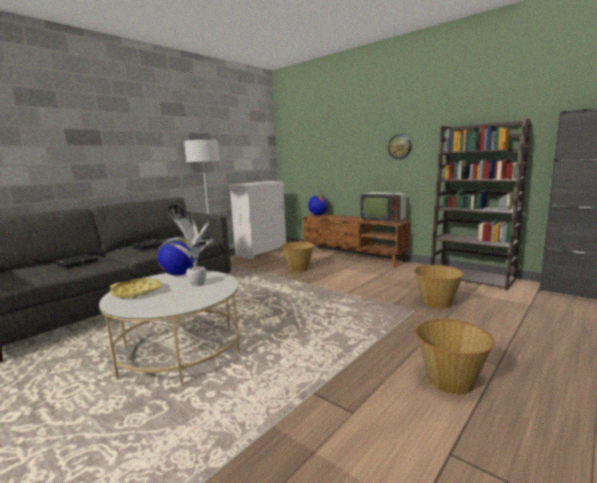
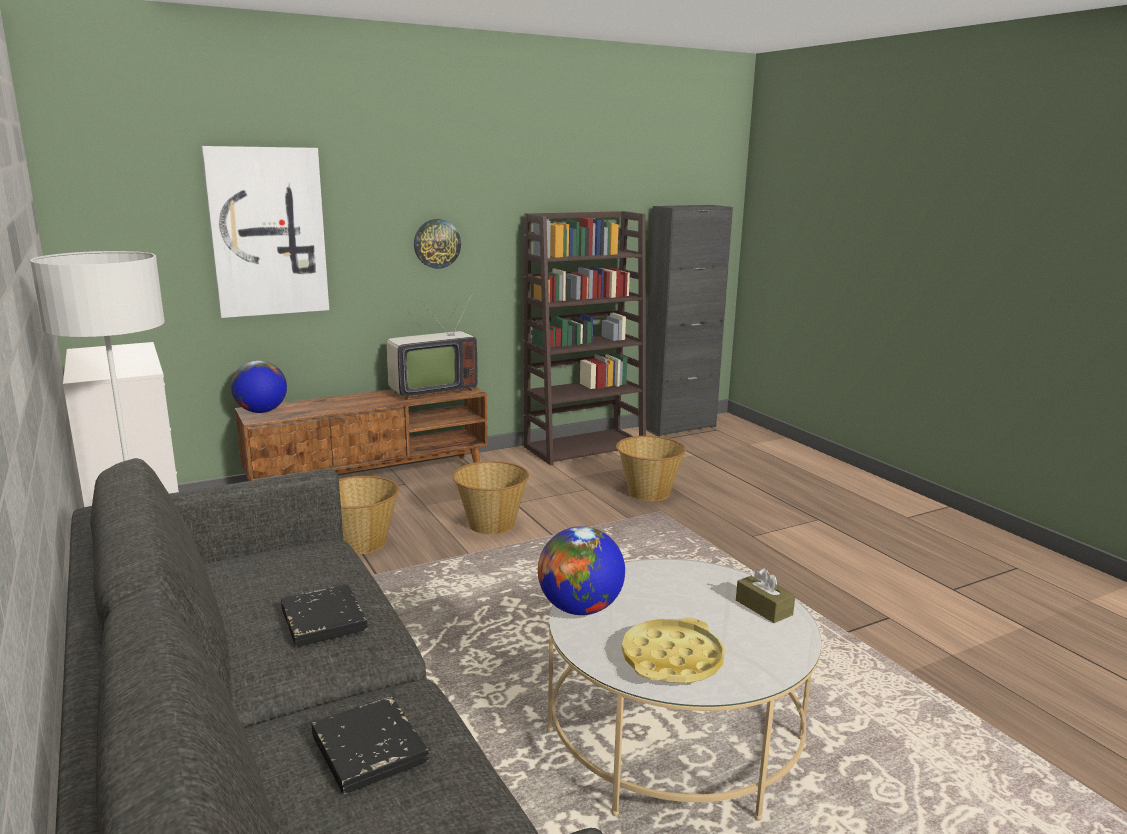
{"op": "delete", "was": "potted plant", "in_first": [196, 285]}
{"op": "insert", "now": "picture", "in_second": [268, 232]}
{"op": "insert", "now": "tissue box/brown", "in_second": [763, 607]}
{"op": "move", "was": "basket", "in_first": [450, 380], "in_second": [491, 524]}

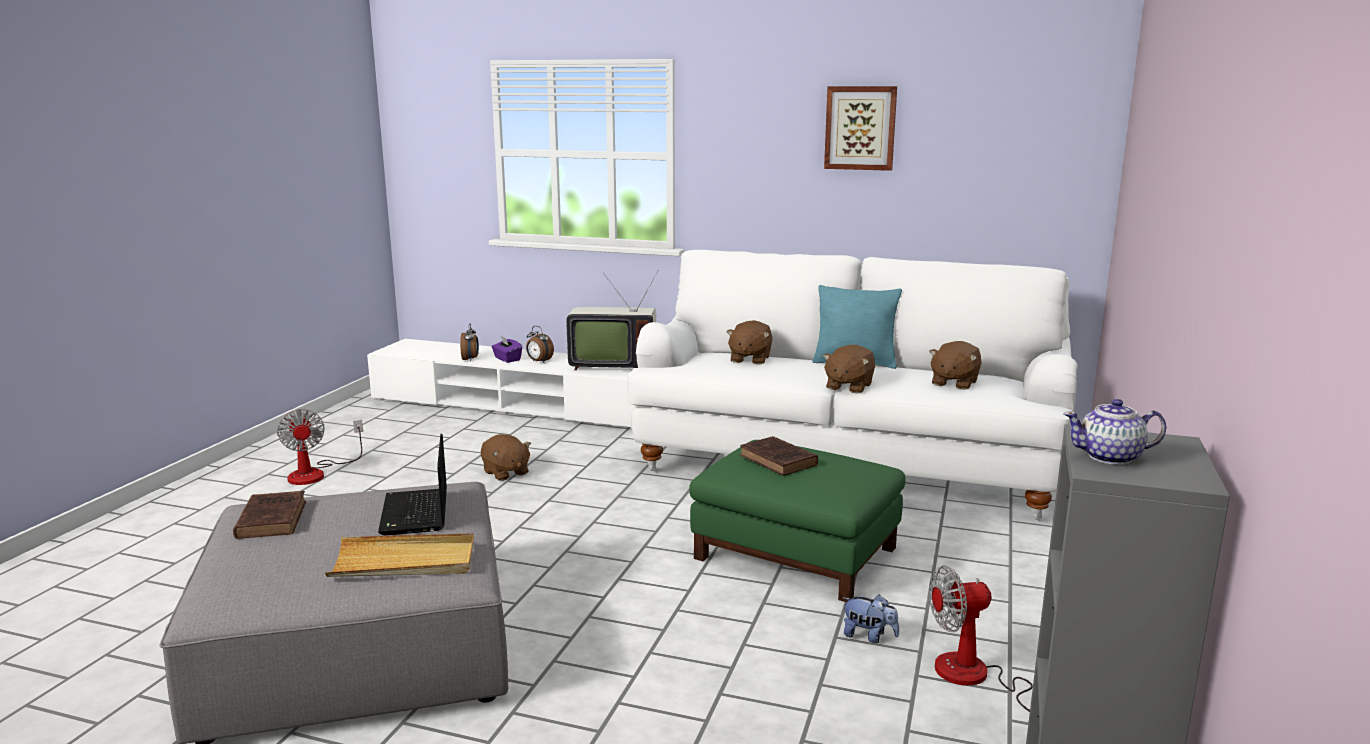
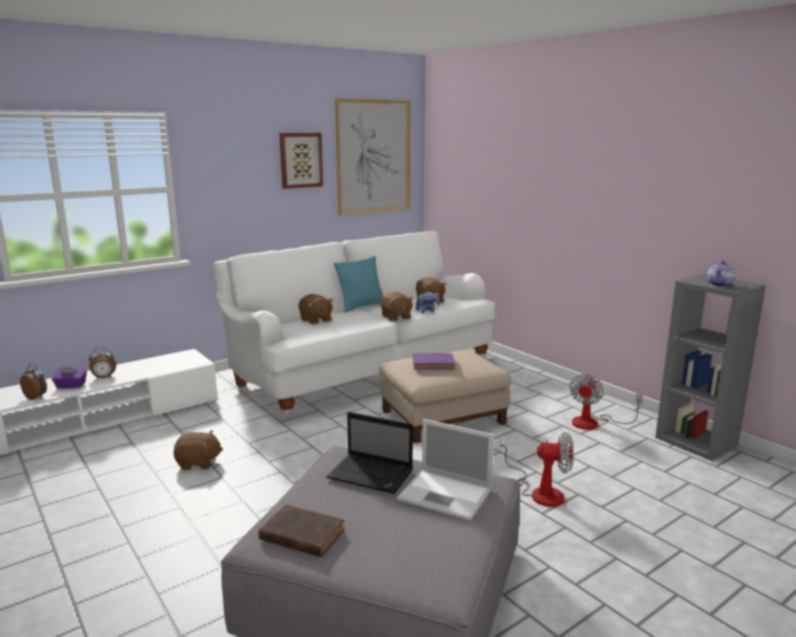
{"op": "delete", "was": "television", "in_first": [612, 365]}
{"op": "insert", "now": "picture", "in_second": [373, 157]}
{"op": "move", "was": "fan", "in_first": [316, 473], "in_second": [539, 491]}
{"op": "move", "was": "plush toy", "in_first": [869, 636], "in_second": [427, 311]}
{"op": "replace", "was": "tray/beige", "now": "laptop", "in_first": [404, 562], "in_second": [447, 494]}
{"op": "recolor", "was": "ottoman/green", "now": "ottoman/beige", "in_first": [797, 553], "in_second": [443, 416]}
{"op": "recolor", "was": "book/brown", "now": "book/purple", "in_first": [779, 461], "in_second": [434, 364]}

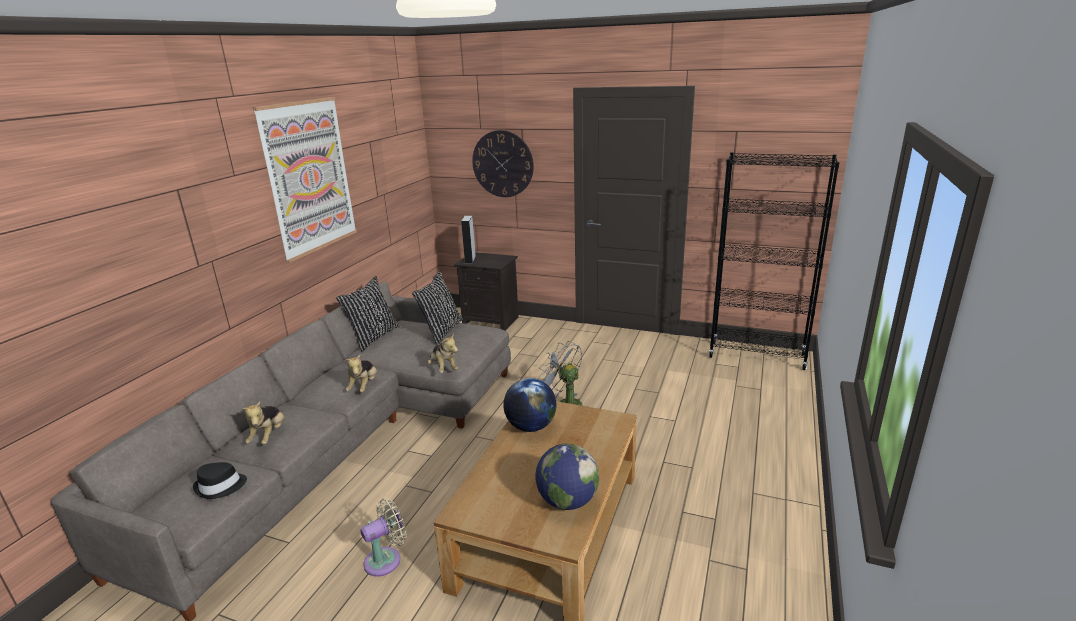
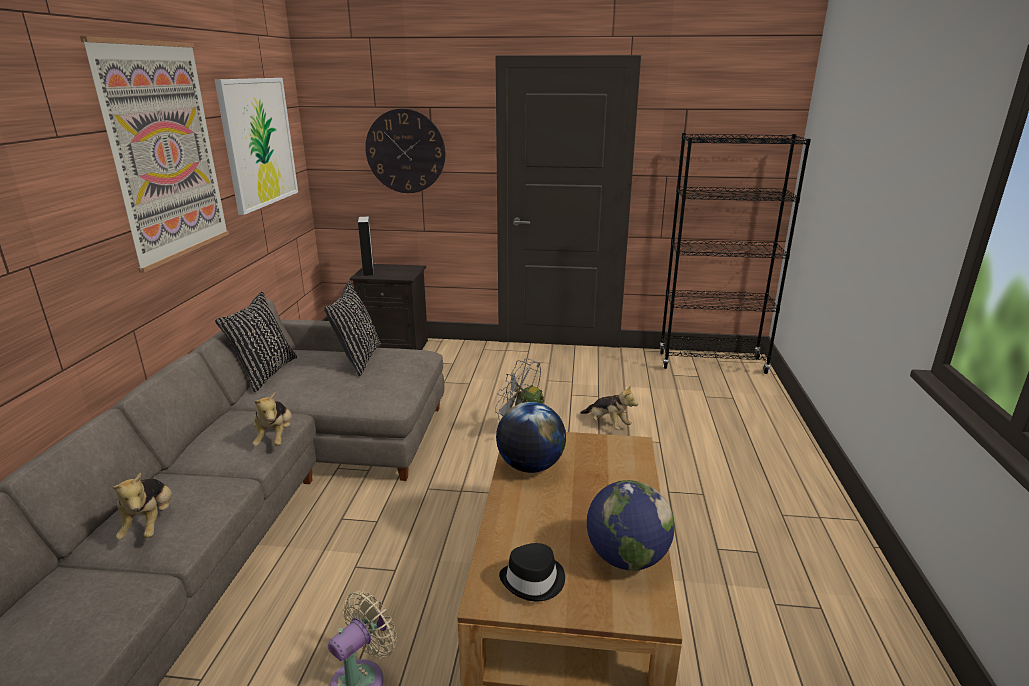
{"op": "insert", "now": "picture", "in_second": [258, 142]}
{"op": "move", "was": "hat/black", "in_first": [220, 487], "in_second": [534, 580]}
{"op": "move", "was": "plush toy", "in_first": [443, 368], "in_second": [607, 424]}

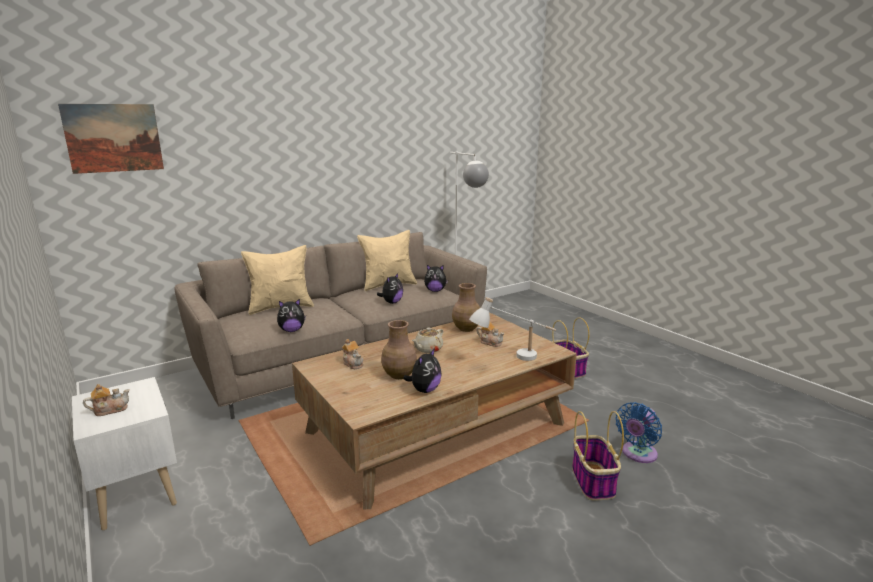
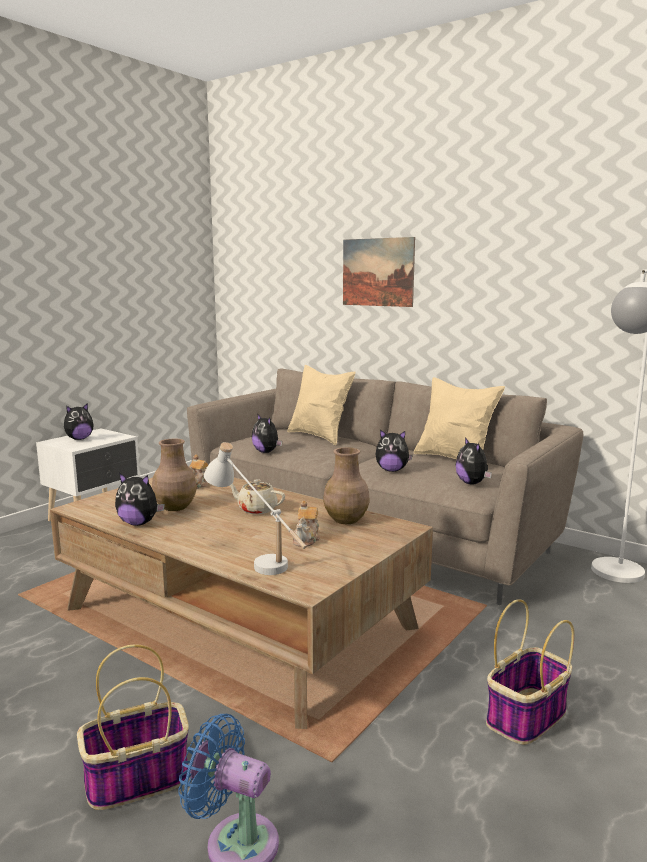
{"op": "move", "was": "picture", "in_first": [113, 138], "in_second": [377, 272]}
{"op": "replace", "was": "teapot", "now": "plush toy", "in_first": [110, 410], "in_second": [79, 439]}

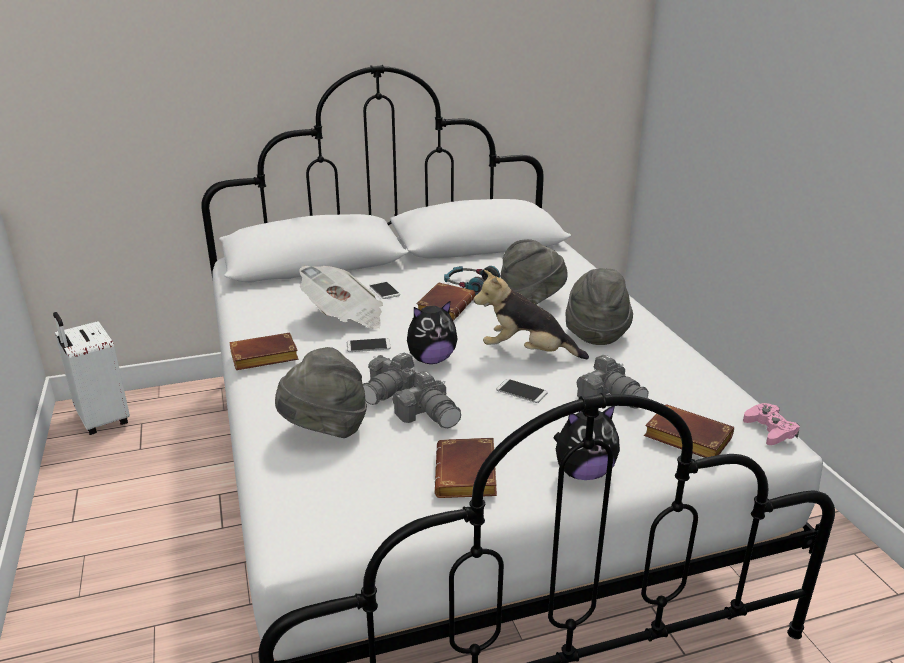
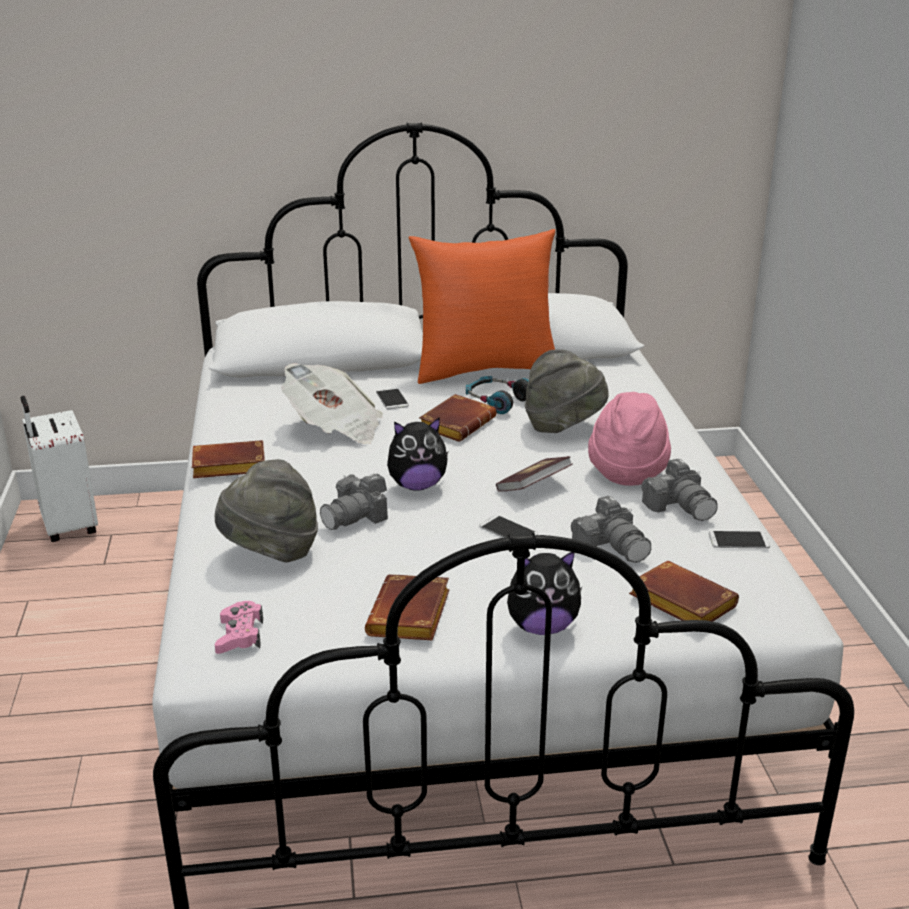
{"op": "insert", "now": "pillow/orange", "in_second": [485, 369]}
{"op": "move", "was": "phone", "in_first": [368, 346], "in_second": [739, 541]}
{"op": "move", "was": "photo camera", "in_first": [429, 415], "in_second": [680, 506]}
{"op": "move", "was": "game controller/pink", "in_first": [770, 430], "in_second": [240, 635]}
{"op": "replace", "was": "plush toy", "now": "book", "in_first": [527, 353], "in_second": [533, 487]}
{"op": "recolor", "was": "hat/grey", "now": "hat/pink", "in_first": [595, 332], "in_second": [627, 470]}

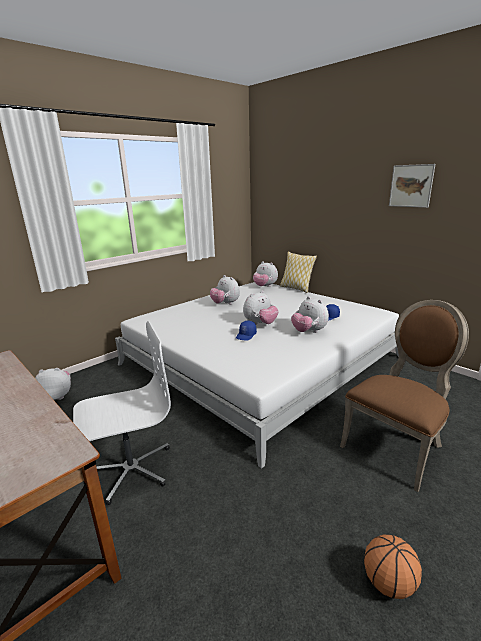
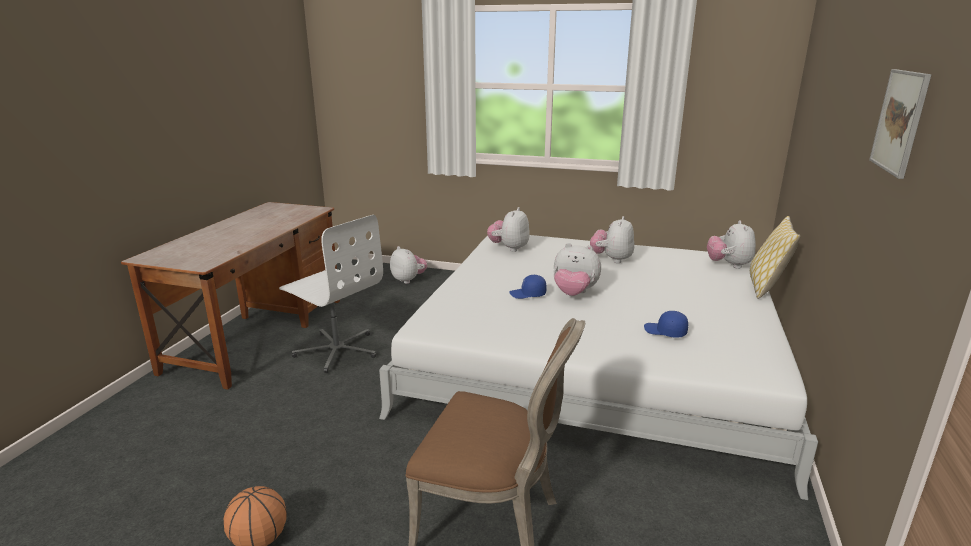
{"op": "move", "was": "plush toy", "in_first": [309, 332], "in_second": [509, 248]}

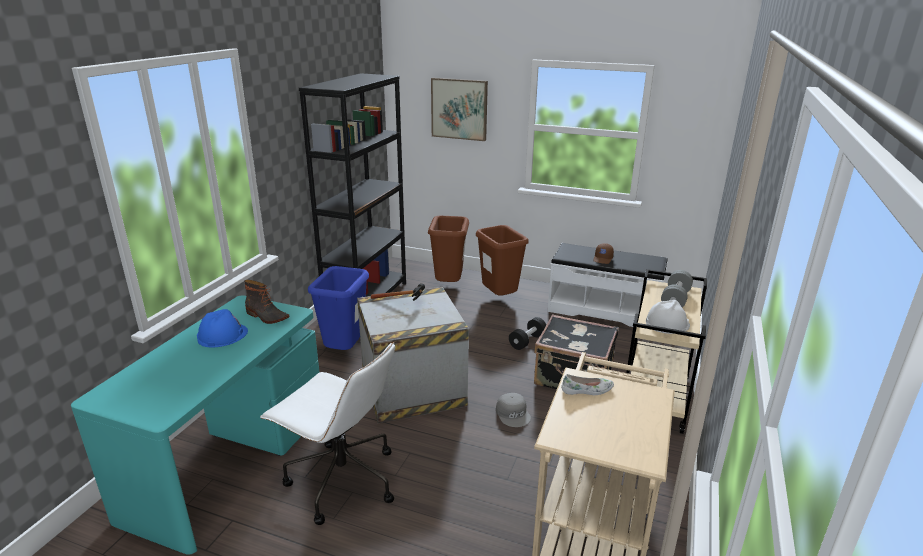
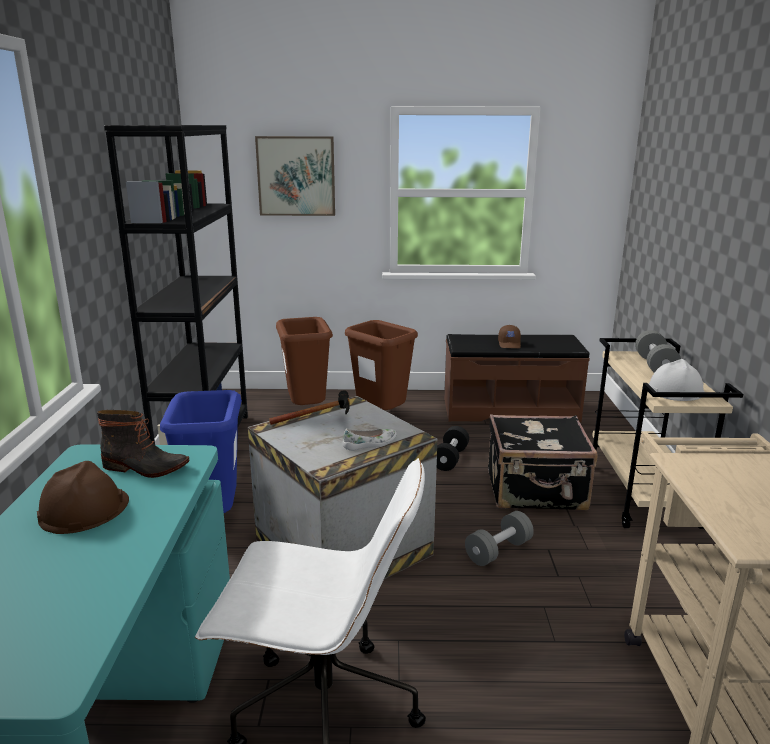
{"op": "move", "was": "shoe/white", "in_first": [587, 390], "in_second": [370, 444]}
{"op": "replace", "was": "cap/grey", "now": "dumbbell/grey", "in_first": [513, 414], "in_second": [498, 551]}
{"op": "recolor", "was": "hard hat/blue", "now": "hard hat/brown", "in_first": [222, 335], "in_second": [84, 509]}
{"op": "recolor", "was": "bench/white", "now": "bench/brown", "in_first": [603, 310], "in_second": [509, 409]}

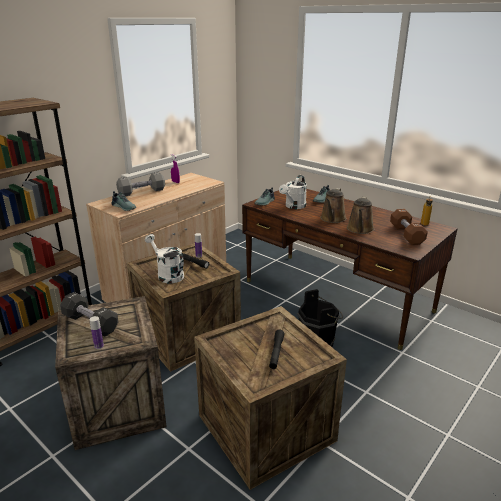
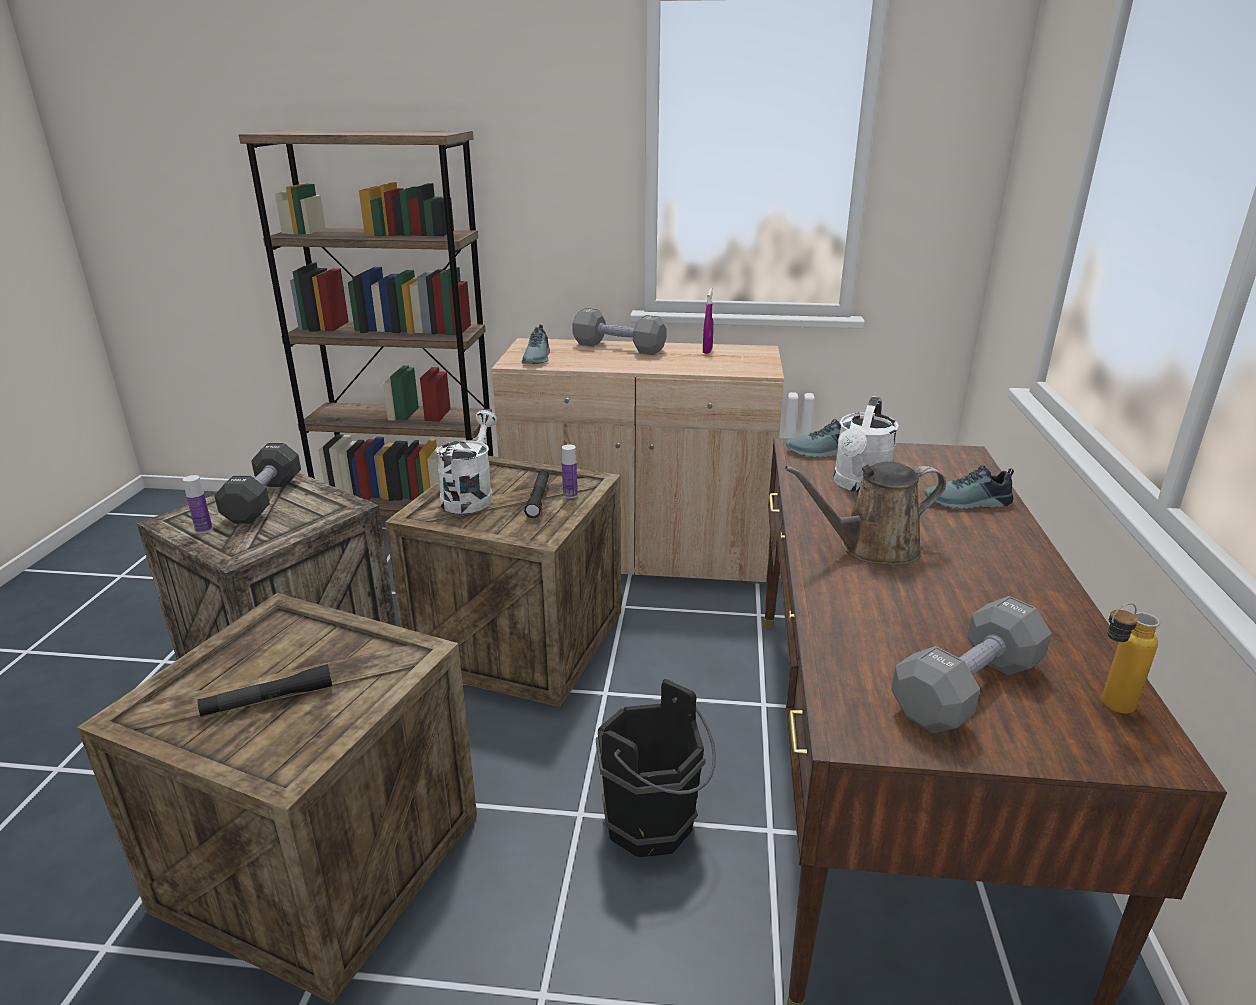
{"op": "delete", "was": "watering can/brown", "in_first": [360, 229]}
{"op": "recolor", "was": "dumbbell/brown", "now": "dumbbell/grey", "in_first": [406, 235], "in_second": [966, 689]}
{"op": "rotate", "was": "watering can/white", "in_first": [293, 206], "in_second": [859, 485], "clockwise": -60}

